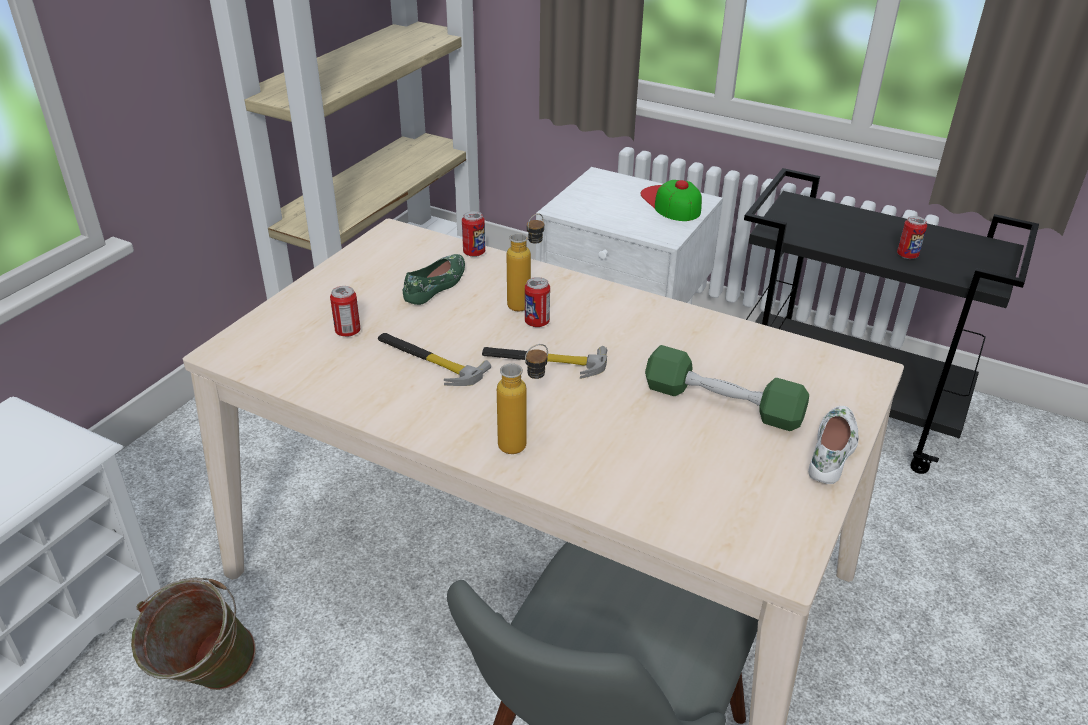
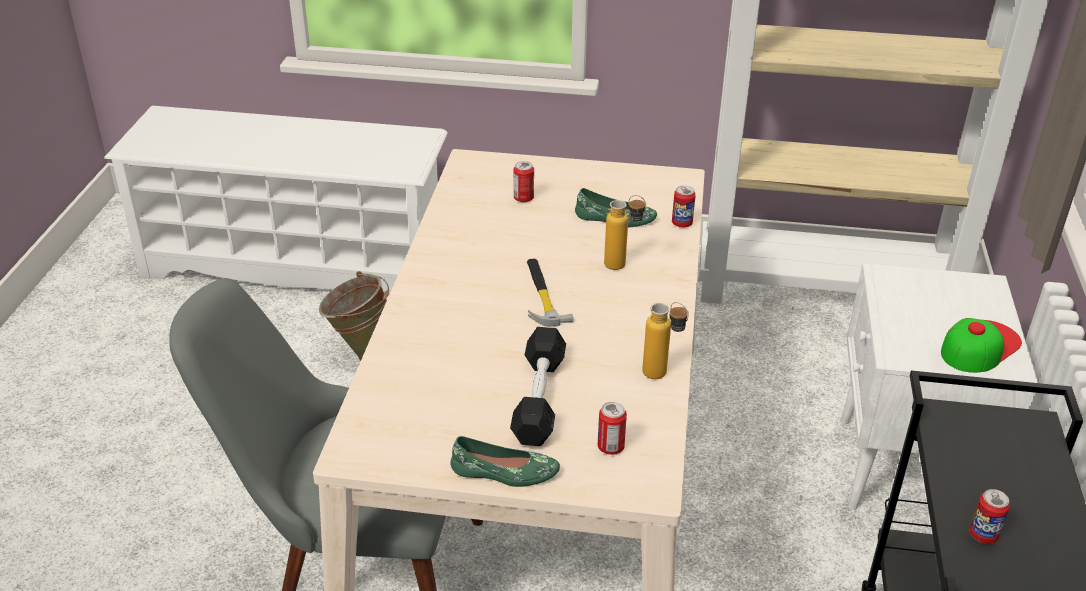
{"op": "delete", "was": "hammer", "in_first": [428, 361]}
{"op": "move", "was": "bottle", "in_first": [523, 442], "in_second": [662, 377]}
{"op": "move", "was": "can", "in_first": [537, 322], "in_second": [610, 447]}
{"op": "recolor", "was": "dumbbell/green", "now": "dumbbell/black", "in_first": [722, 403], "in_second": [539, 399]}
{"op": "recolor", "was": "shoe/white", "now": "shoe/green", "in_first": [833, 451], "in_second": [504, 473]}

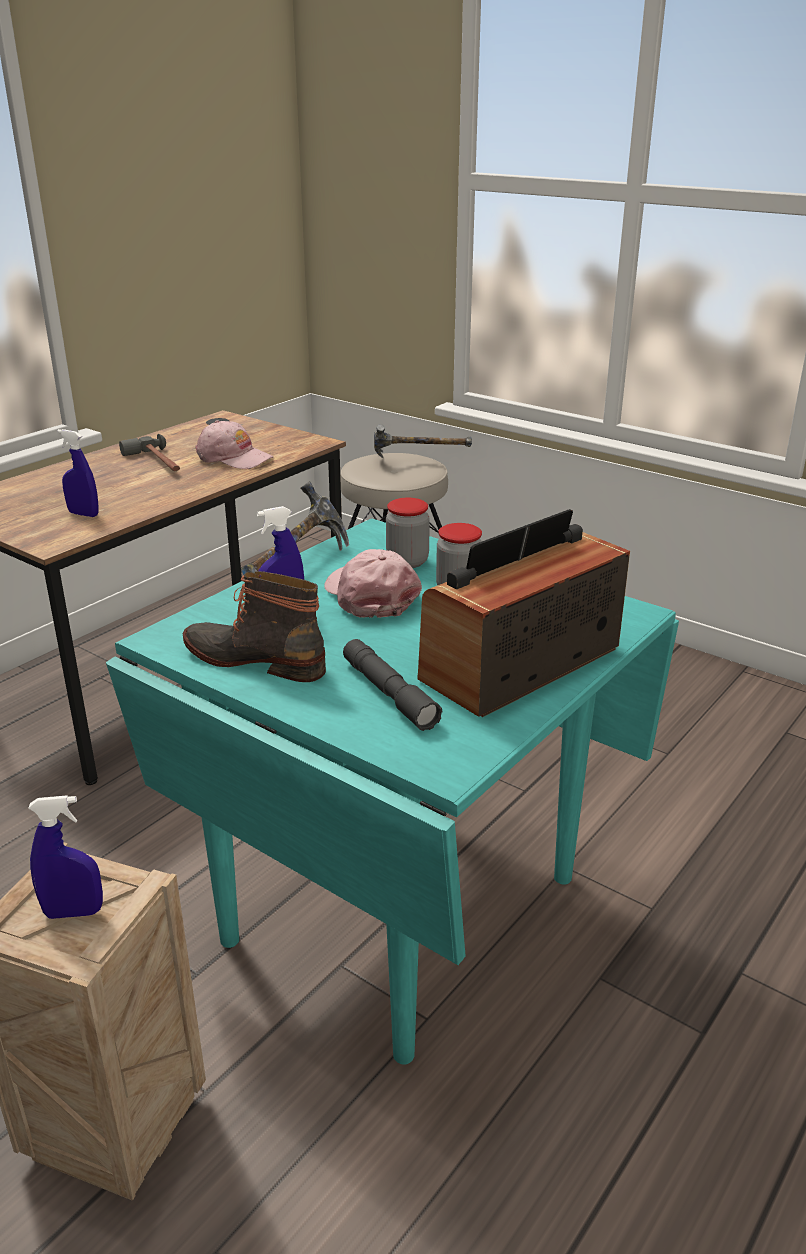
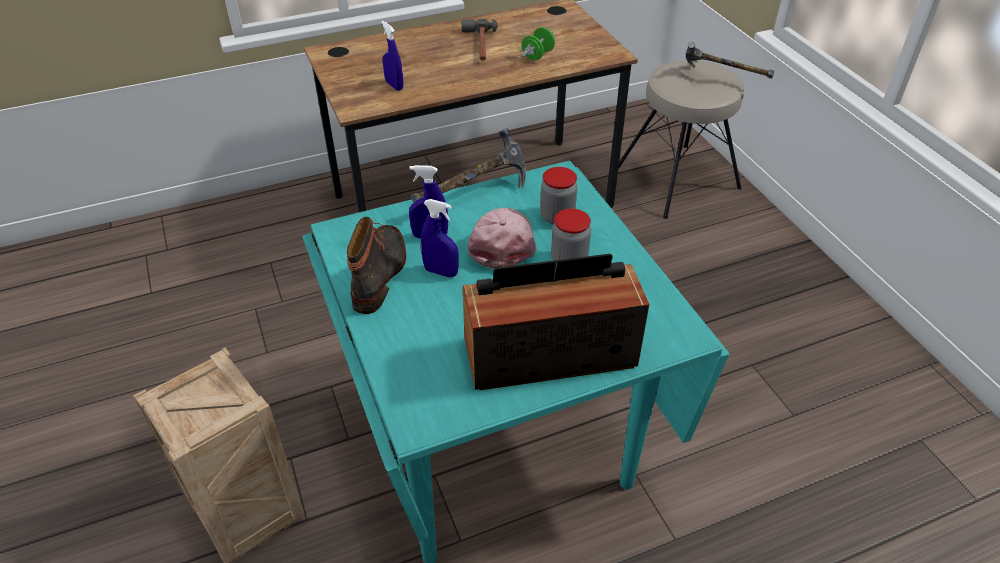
{"op": "delete", "was": "flashlight/grey", "in_first": [389, 694]}
{"op": "move", "was": "spray bottle/blue", "in_first": [73, 912], "in_second": [441, 272]}
{"op": "replace", "was": "cap/pink", "now": "dumbbell/green", "in_first": [234, 458], "in_second": [537, 55]}
{"op": "rotate", "was": "boot", "in_first": [256, 659], "in_second": [380, 274], "clockwise": 45}

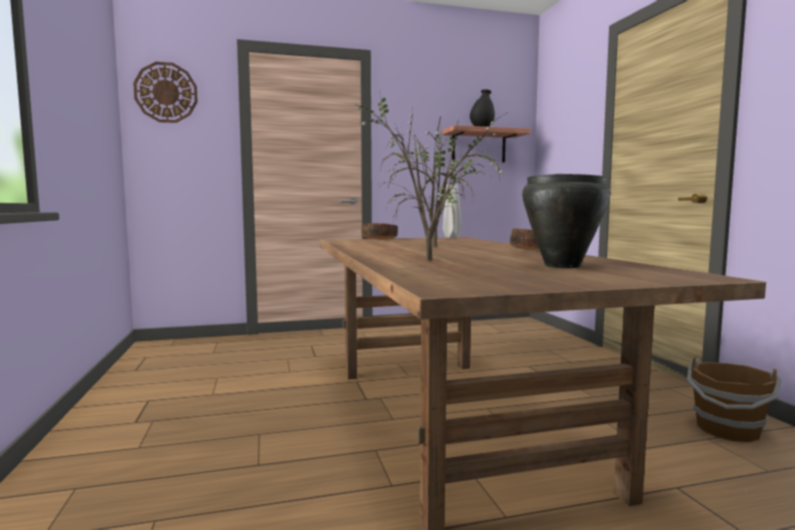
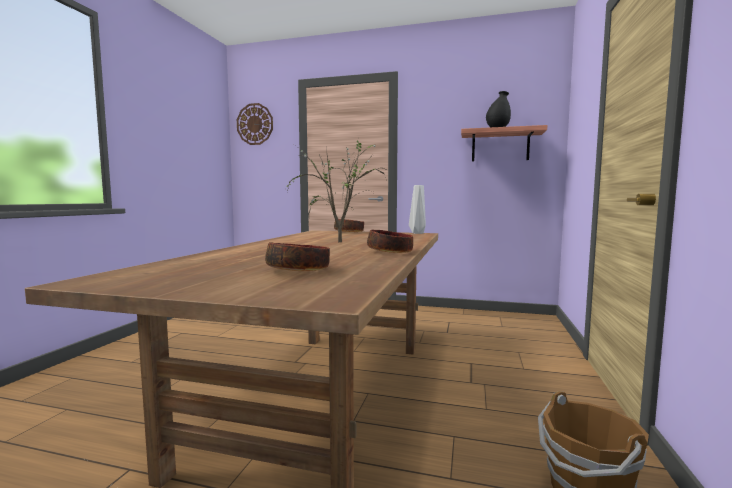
{"op": "delete", "was": "potted plant", "in_first": [424, 260]}
{"op": "replace", "was": "cooking pot/black", "now": "bowl", "in_first": [563, 266], "in_second": [299, 270]}

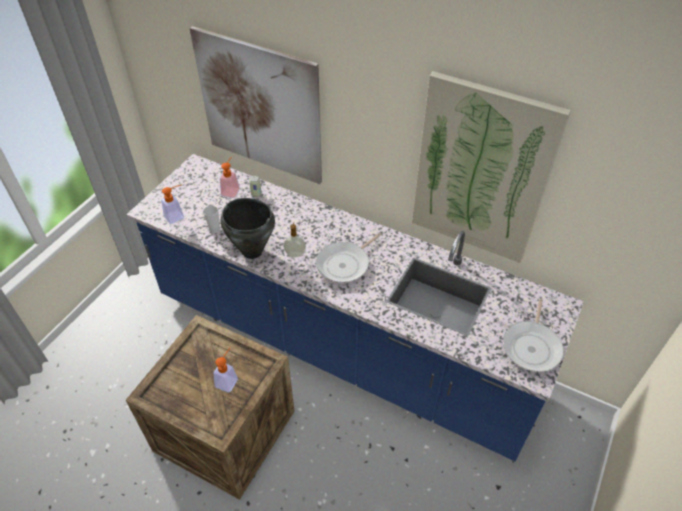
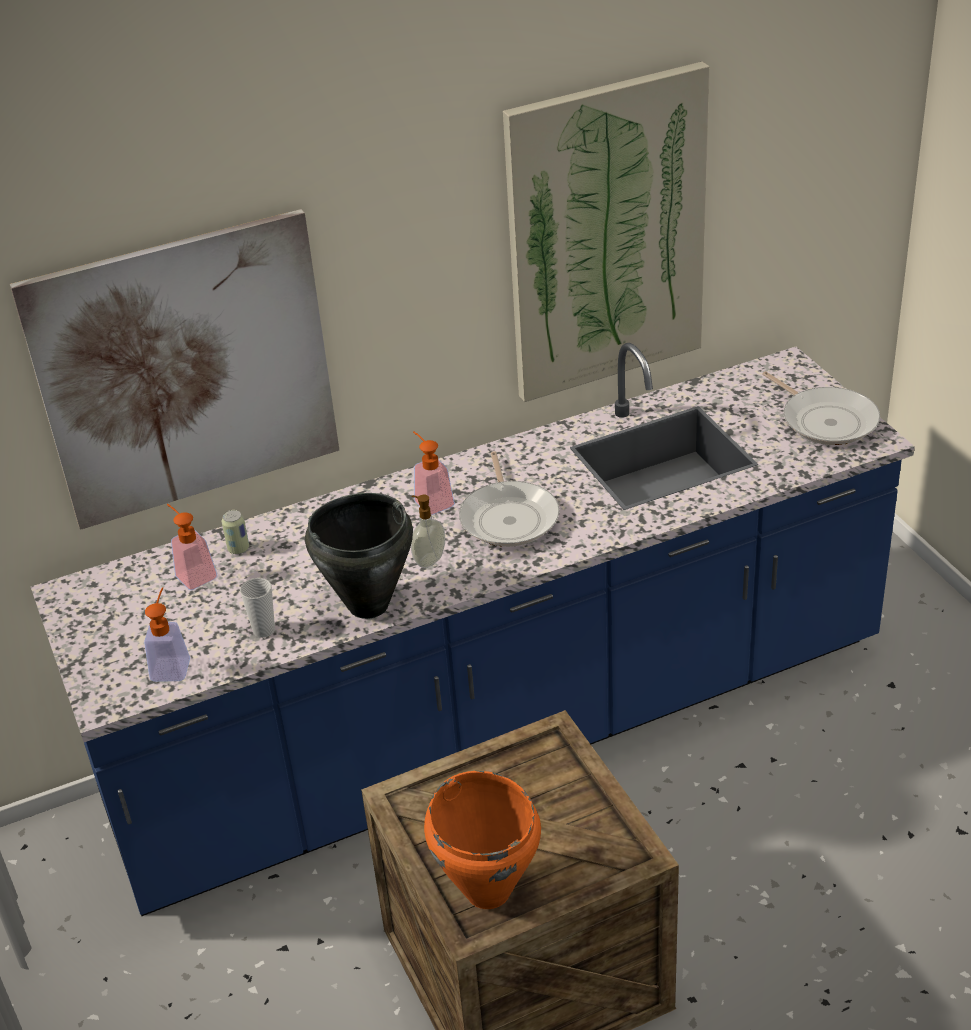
{"op": "insert", "now": "cooking pot/orange", "in_second": [488, 890]}
{"op": "move", "was": "soap dispenser", "in_first": [228, 380], "in_second": [431, 500]}

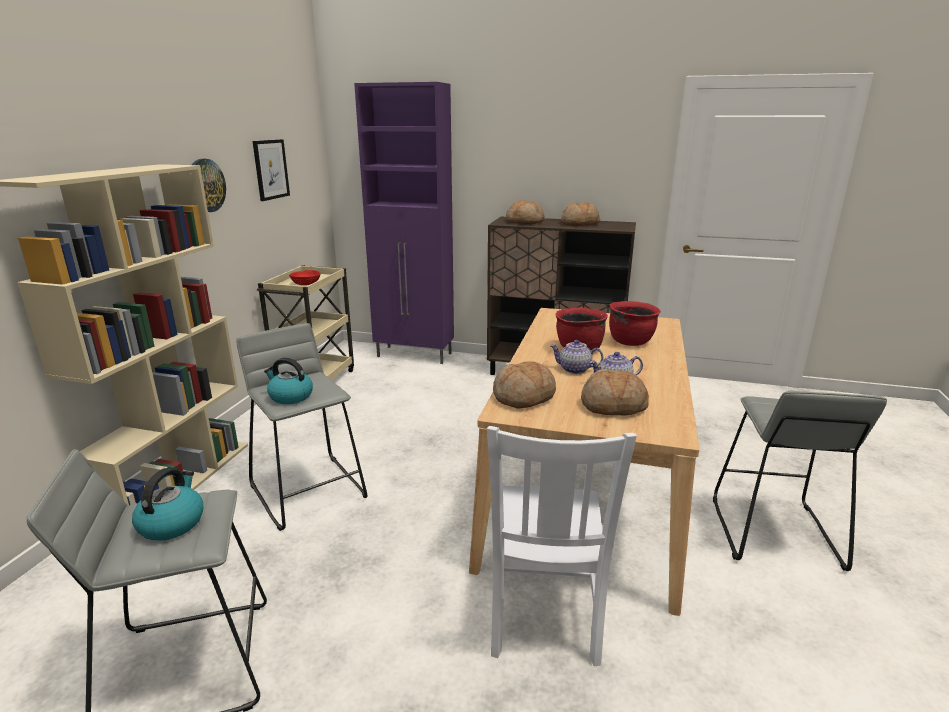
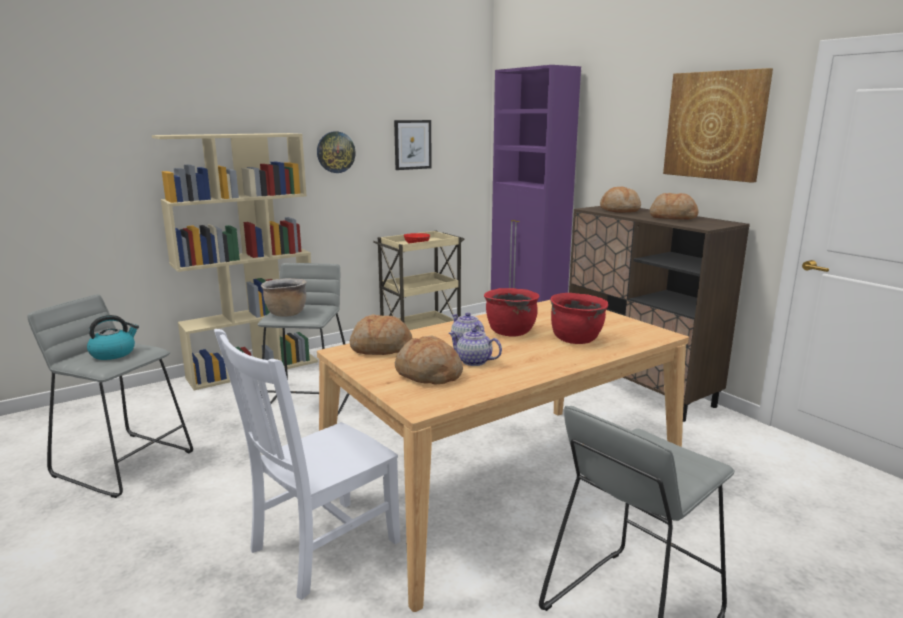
{"op": "insert", "now": "picture", "in_second": [715, 125]}
{"op": "replace", "was": "kettle", "now": "cooking pot/brown", "in_first": [290, 396], "in_second": [286, 314]}

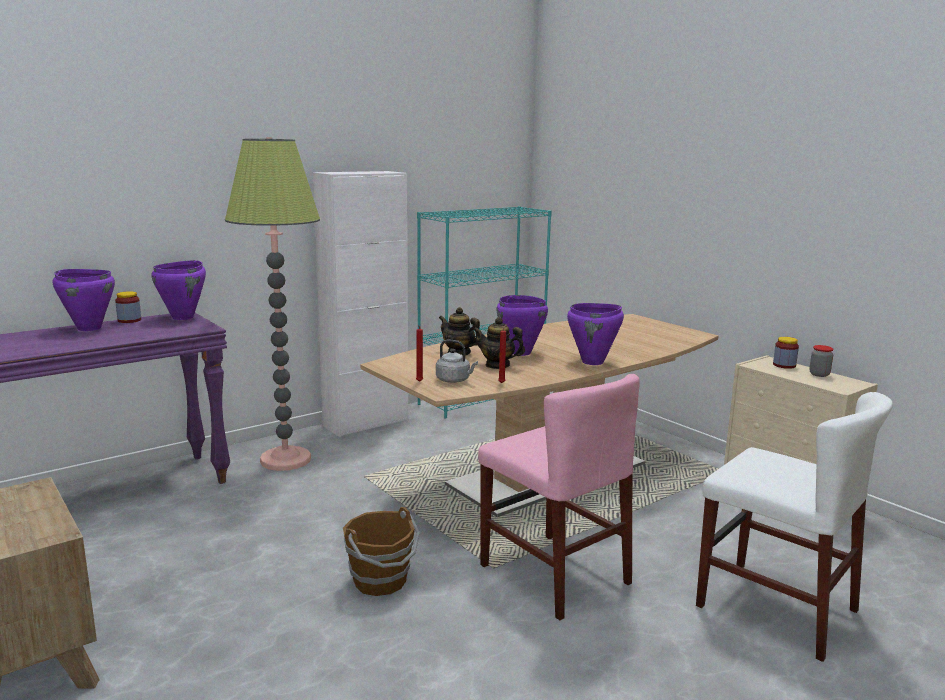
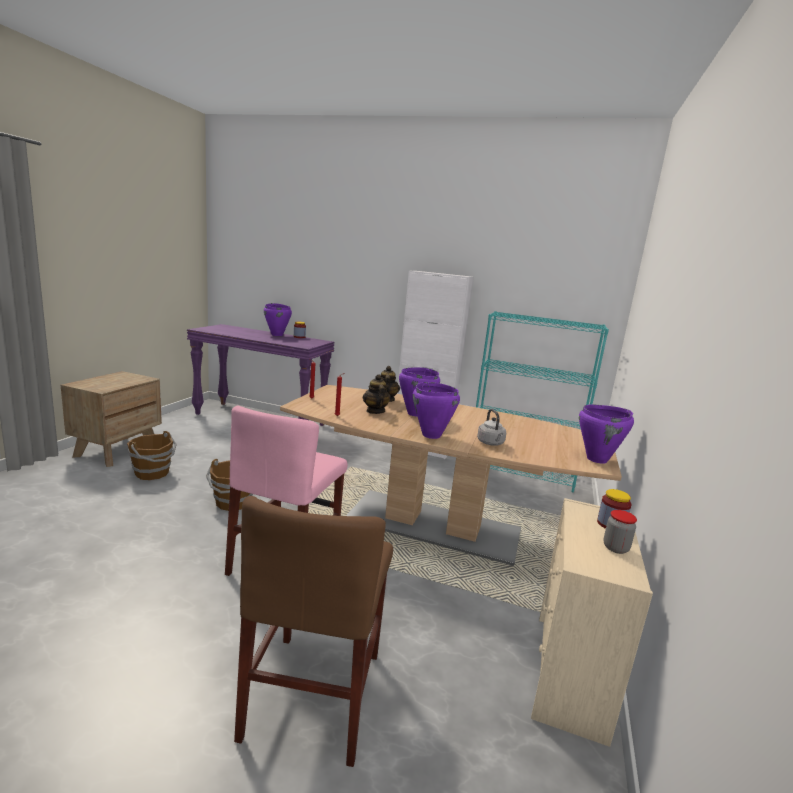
{"op": "delete", "was": "floor lamp", "in_first": [285, 460]}
{"op": "insert", "now": "bucket/brown", "in_second": [153, 473]}
{"op": "move", "was": "cooking pot/purple", "in_first": [183, 317], "in_second": [597, 459]}
{"op": "move", "was": "kettle/grey", "in_first": [454, 380], "in_second": [491, 443]}
{"op": "recolor", "was": "chair/white", "now": "chair/brown", "in_first": [776, 608], "in_second": [314, 693]}

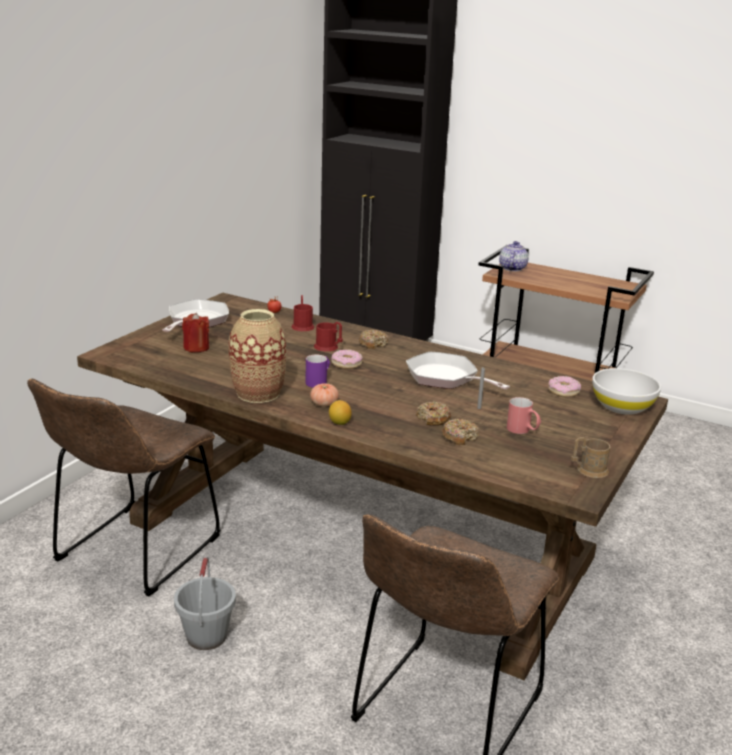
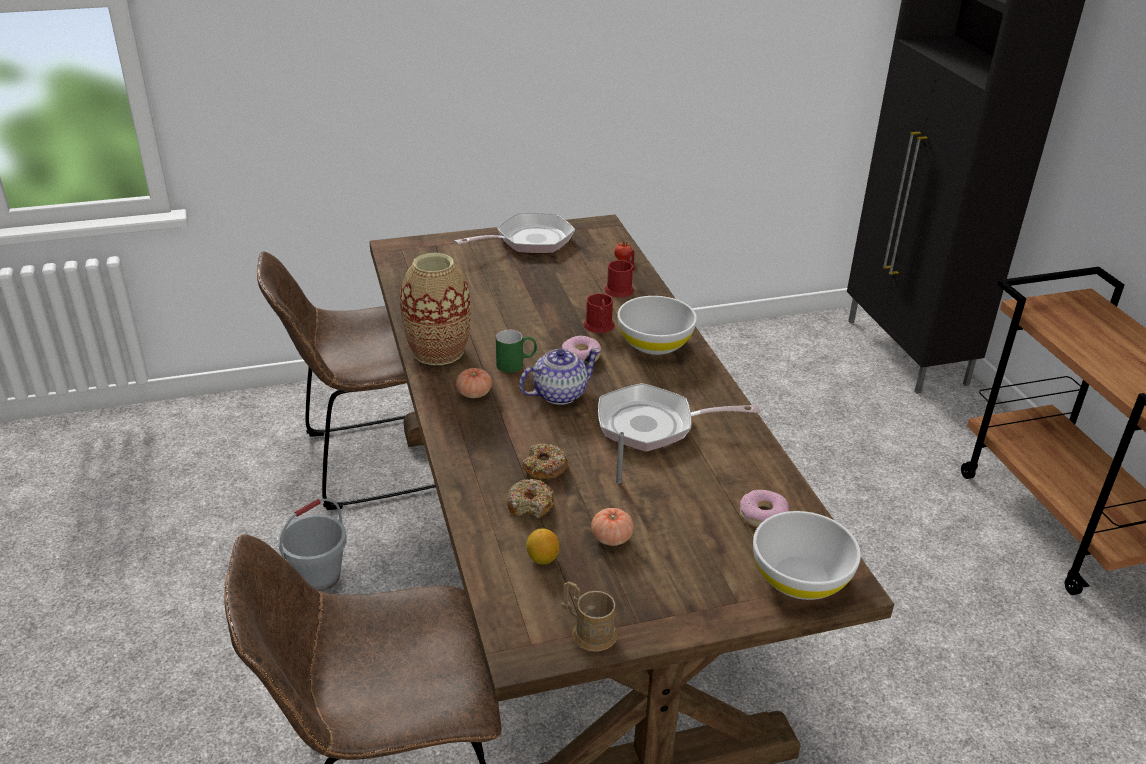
{"op": "delete", "was": "candle/red", "in_first": [196, 348]}
{"op": "move", "was": "lemon", "in_first": [339, 423], "in_second": [542, 559]}
{"op": "move", "was": "teapot", "in_first": [512, 268], "in_second": [559, 394]}
{"op": "replace", "was": "donut", "now": "bowl/white", "in_first": [373, 344], "in_second": [654, 343]}
{"op": "replace", "was": "mug/red", "now": "tomato", "in_first": [523, 431], "in_second": [611, 538]}
{"op": "recolor", "was": "mug/purple", "now": "mug/green", "in_first": [319, 381], "in_second": [516, 364]}
{"op": "rotate", "was": "frying pan", "in_first": [446, 378], "in_second": [653, 425], "clockwise": -90}

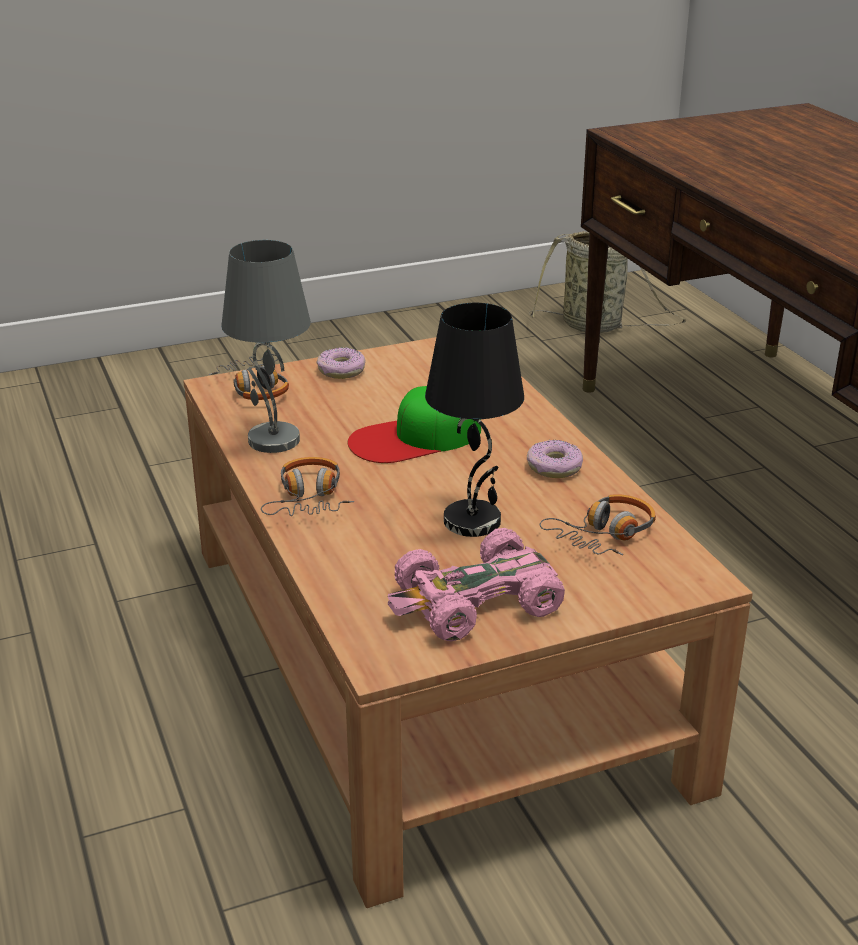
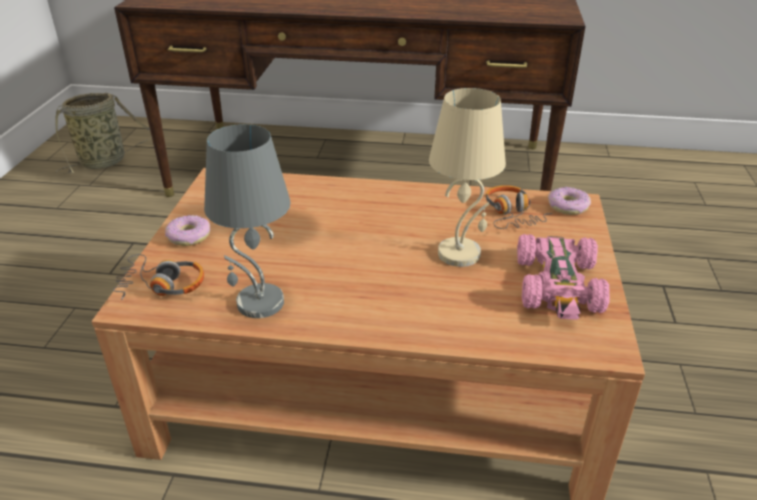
{"op": "delete", "was": "headphones", "in_first": [308, 498]}
{"op": "delete", "was": "cap", "in_first": [415, 437]}
{"op": "move", "was": "donut", "in_first": [554, 467], "in_second": [568, 207]}
{"op": "recolor", "was": "table lamp/black", "now": "table lamp/beige", "in_first": [474, 521], "in_second": [460, 253]}

